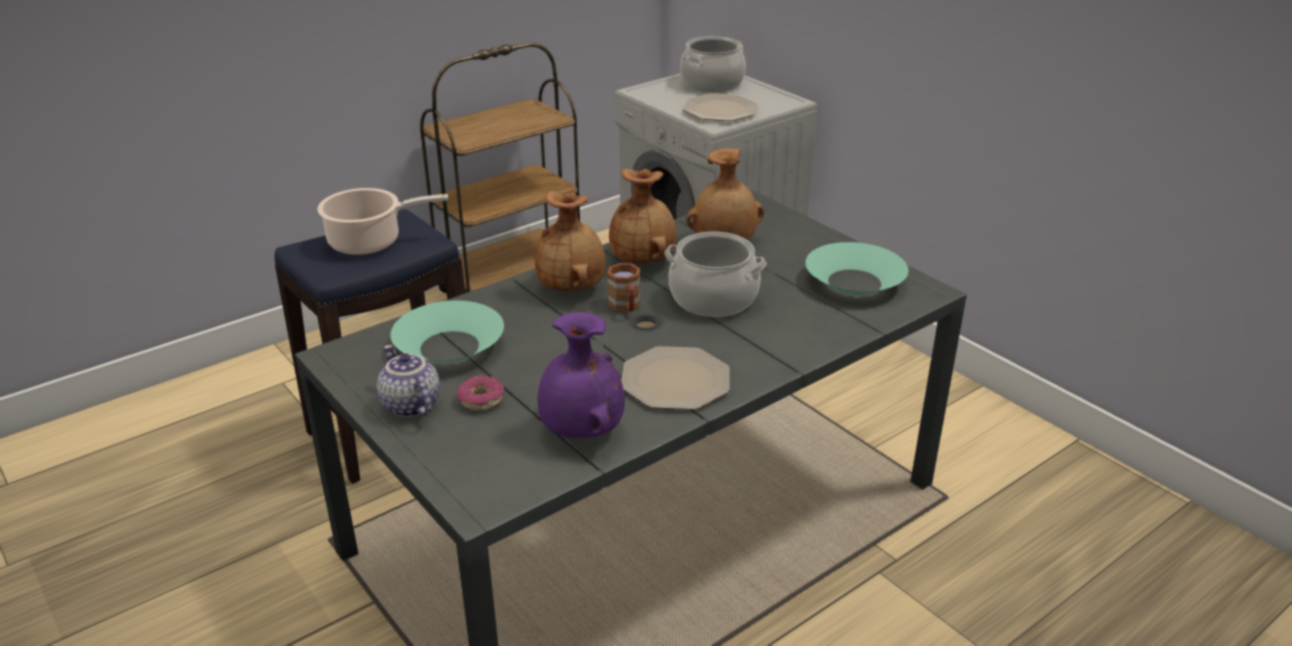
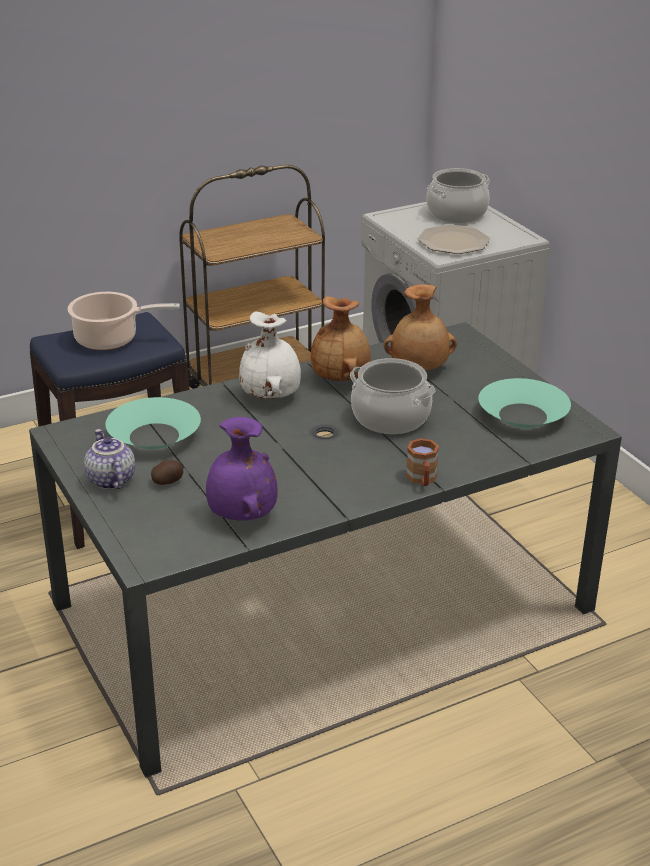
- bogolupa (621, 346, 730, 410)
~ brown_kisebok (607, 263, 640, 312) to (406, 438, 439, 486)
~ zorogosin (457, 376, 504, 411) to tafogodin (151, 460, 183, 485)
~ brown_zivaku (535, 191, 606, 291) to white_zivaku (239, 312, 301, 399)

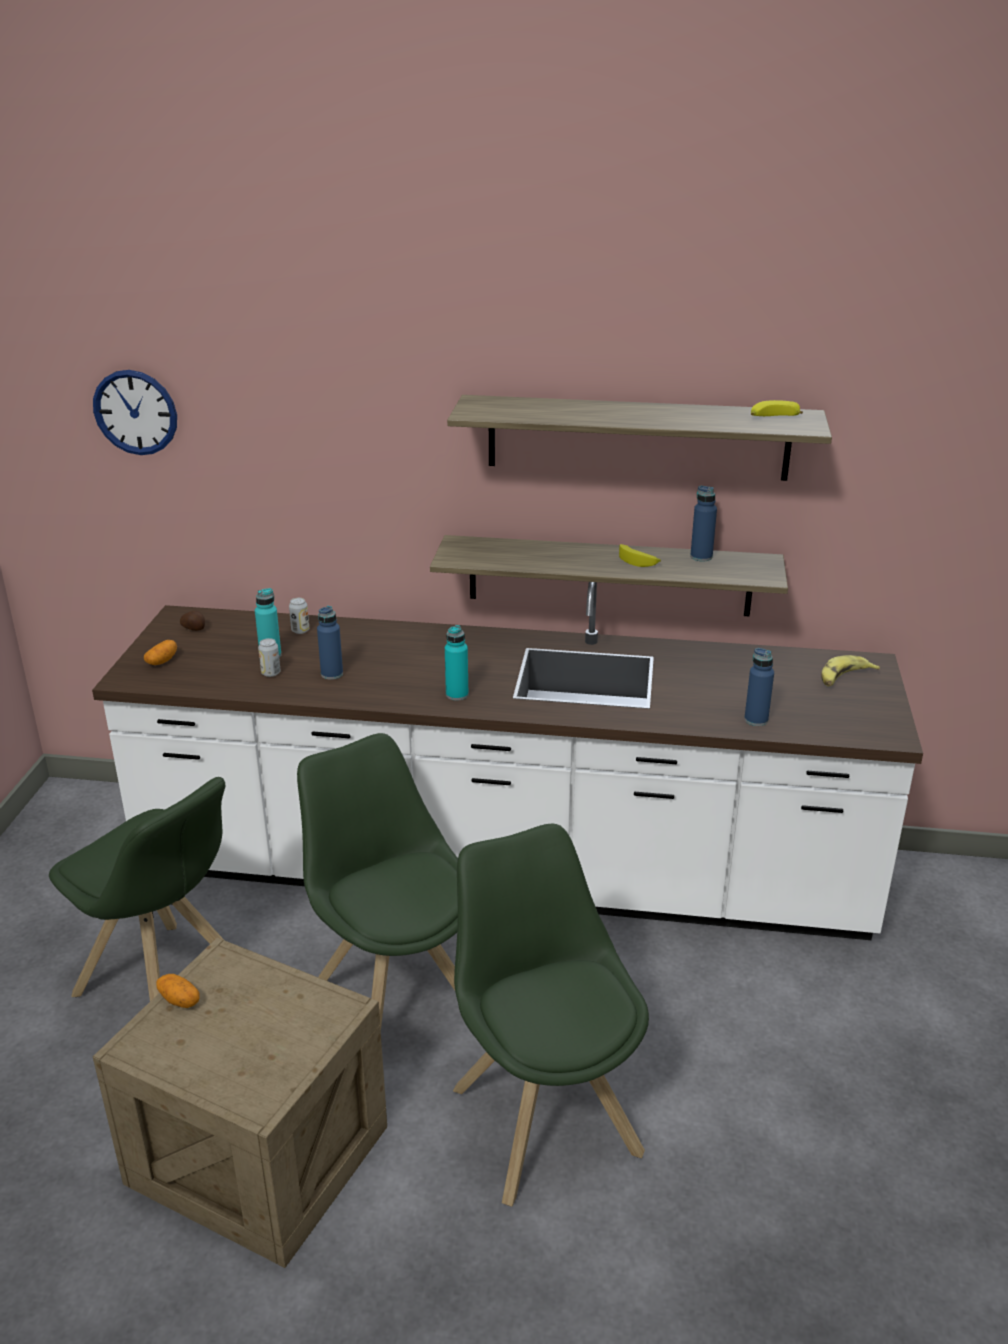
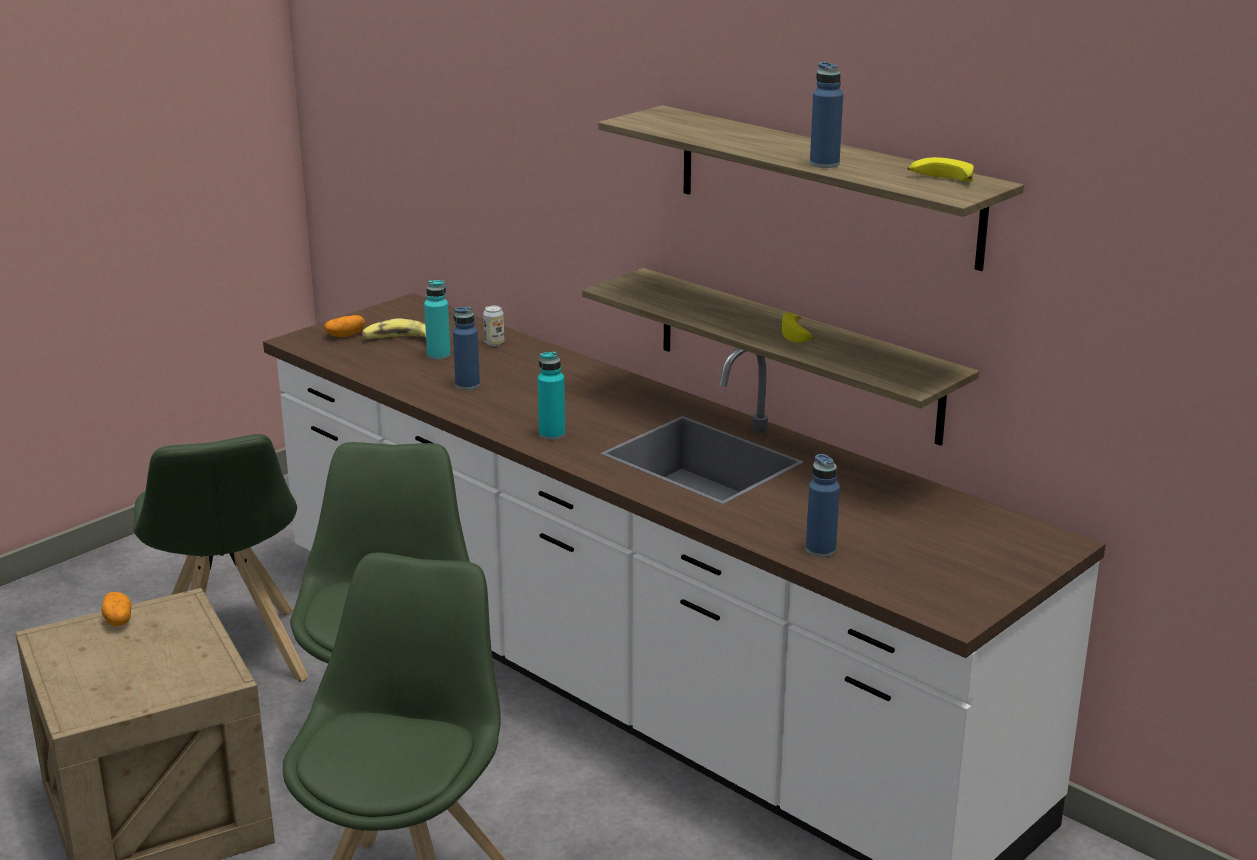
- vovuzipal (93, 370, 177, 455)
- tafogodin (180, 611, 205, 631)
- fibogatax (258, 638, 280, 677)
~ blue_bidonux (690, 486, 717, 561) to (810, 62, 843, 168)
~ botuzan (821, 655, 880, 686) to (362, 319, 426, 339)

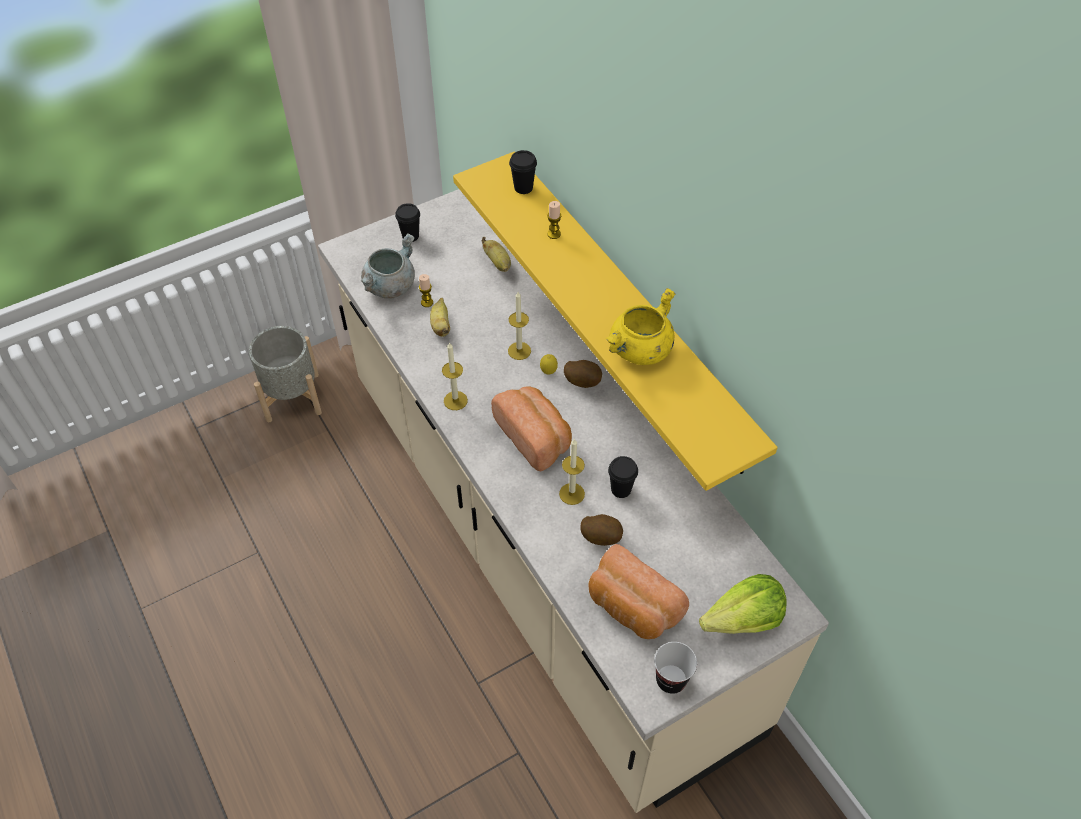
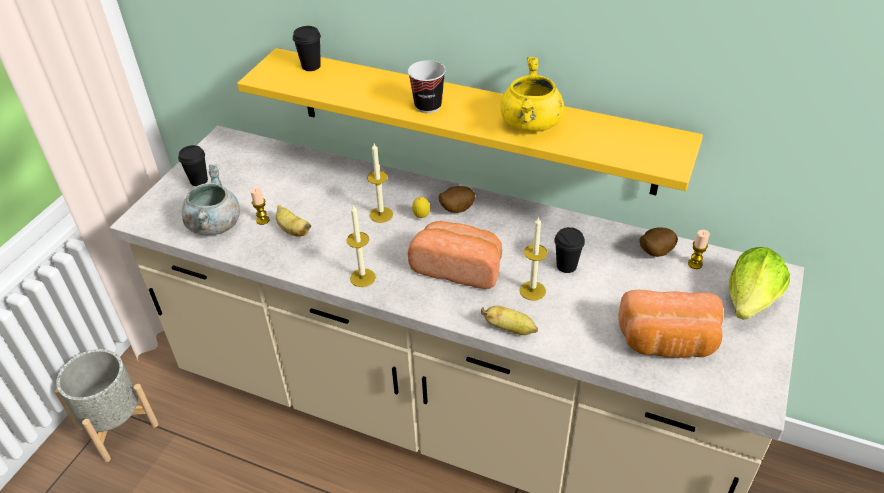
~ botuzan (482, 237, 511, 272) to (481, 306, 538, 335)
~ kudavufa (547, 201, 561, 239) to (688, 230, 710, 269)
~ tafogodin (580, 514, 623, 546) to (639, 227, 678, 257)
~ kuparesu (654, 642, 697, 694) to (408, 60, 446, 113)

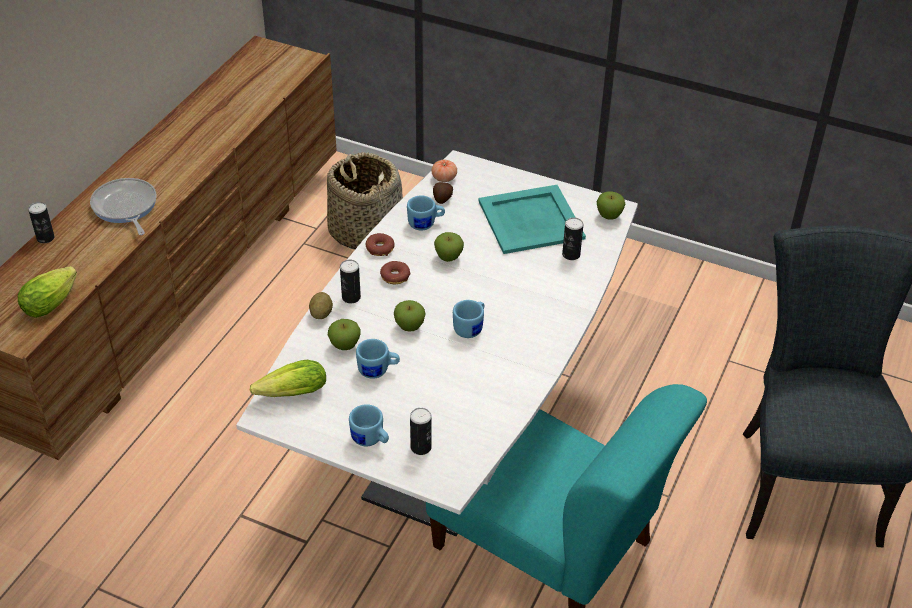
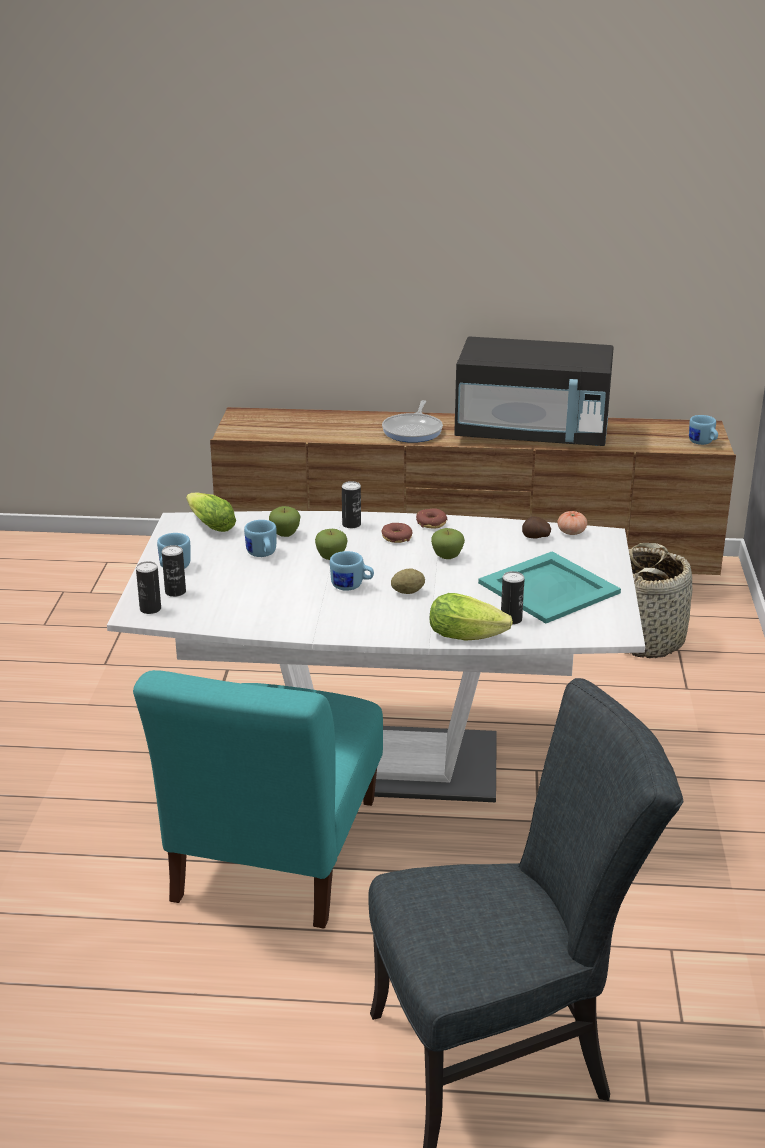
- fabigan (597, 192, 625, 220)
+ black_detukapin (454, 336, 614, 446)
~ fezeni (18, 266, 77, 318) to (430, 593, 513, 641)
~ fibogatax (28, 202, 55, 243) to (136, 561, 161, 614)
~ tafogodin (309, 292, 333, 319) to (391, 568, 425, 594)
~ blue_kisebok (407, 196, 445, 230) to (689, 415, 718, 445)
~ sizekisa (90, 178, 156, 235) = (382, 400, 443, 443) 150 degrees clockwise

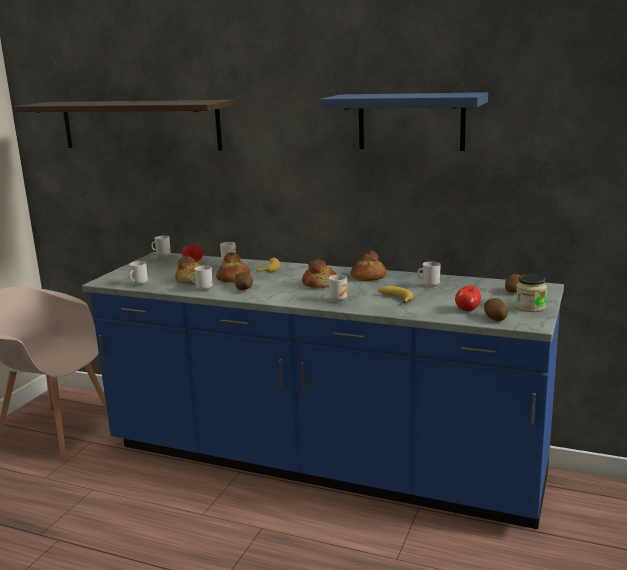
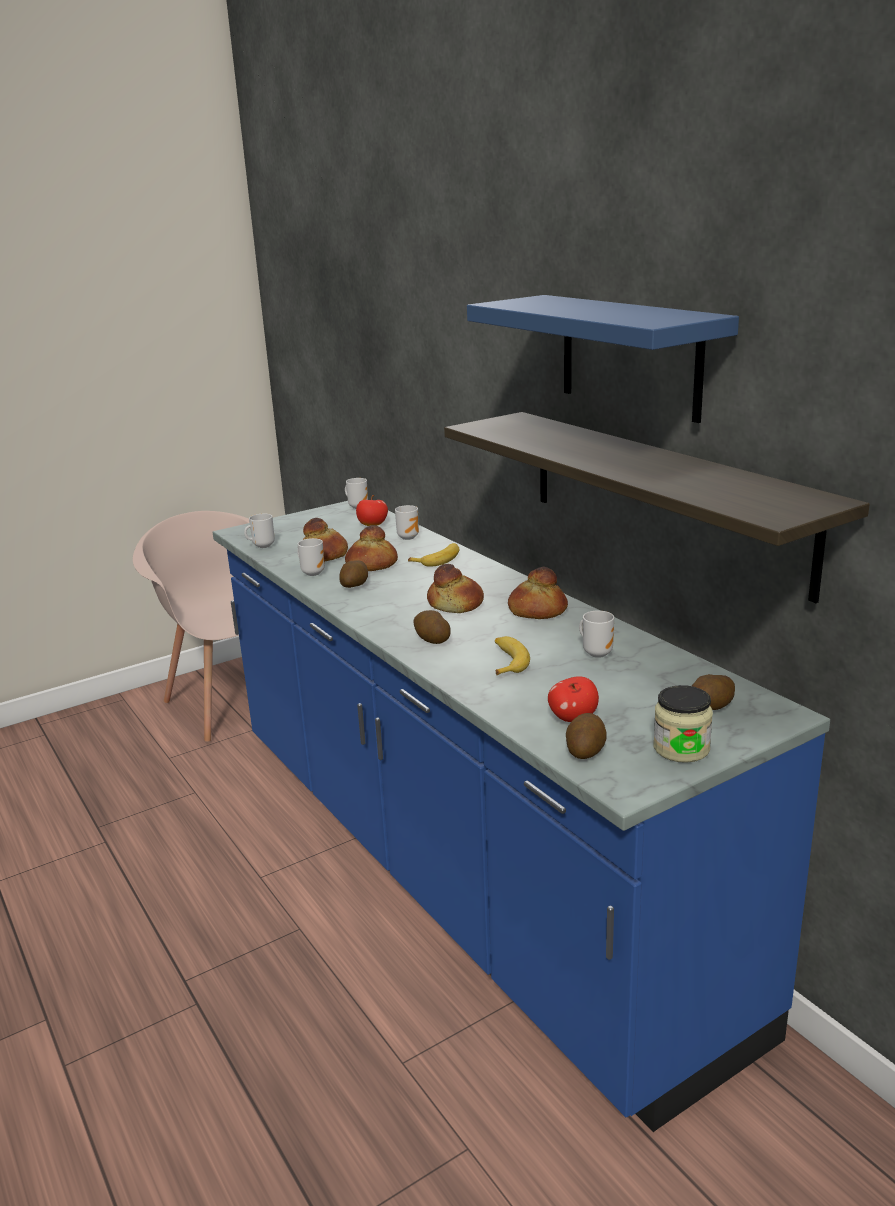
~ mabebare (13, 100, 235, 151) to (444, 412, 870, 603)
~ kisebok (329, 275, 347, 302) to tafogodin (413, 610, 451, 644)

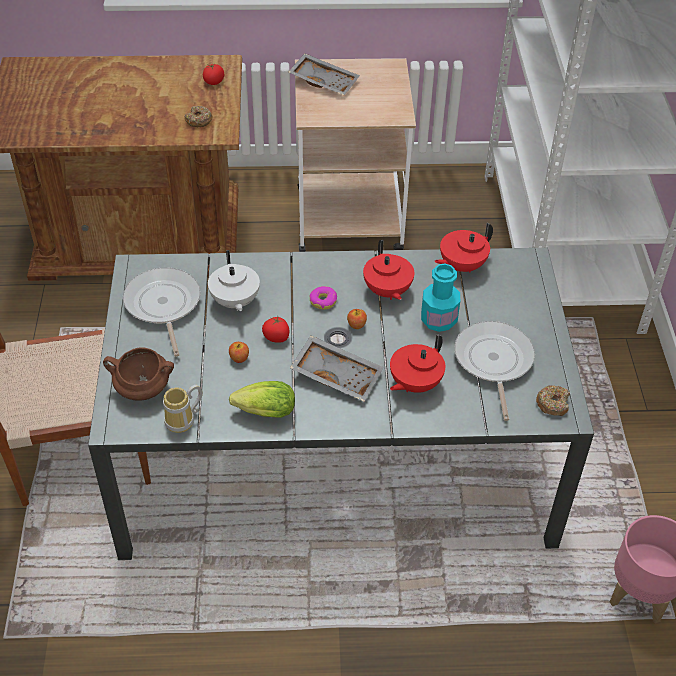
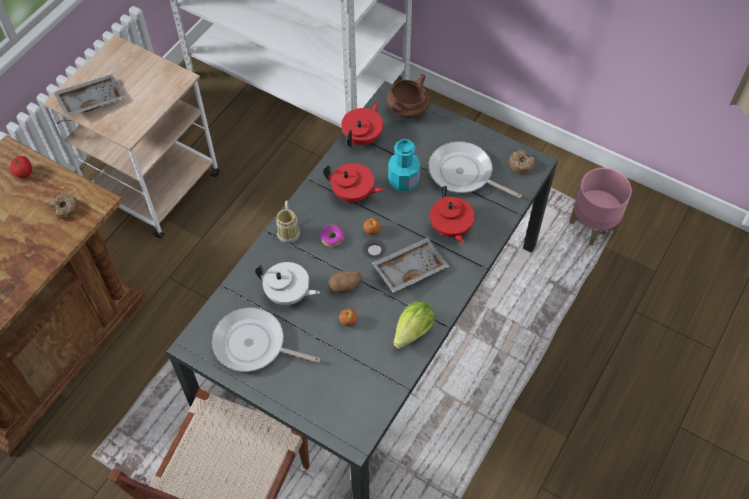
~ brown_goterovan (103, 347, 174, 401) to (387, 74, 430, 118)
~ kisebok (163, 385, 203, 433) to (276, 201, 300, 243)
~ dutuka (262, 316, 289, 343) to tafogodin (329, 271, 362, 294)
~ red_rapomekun (434, 223, 493, 272) = (341, 102, 383, 147) 150 degrees counterclockwise

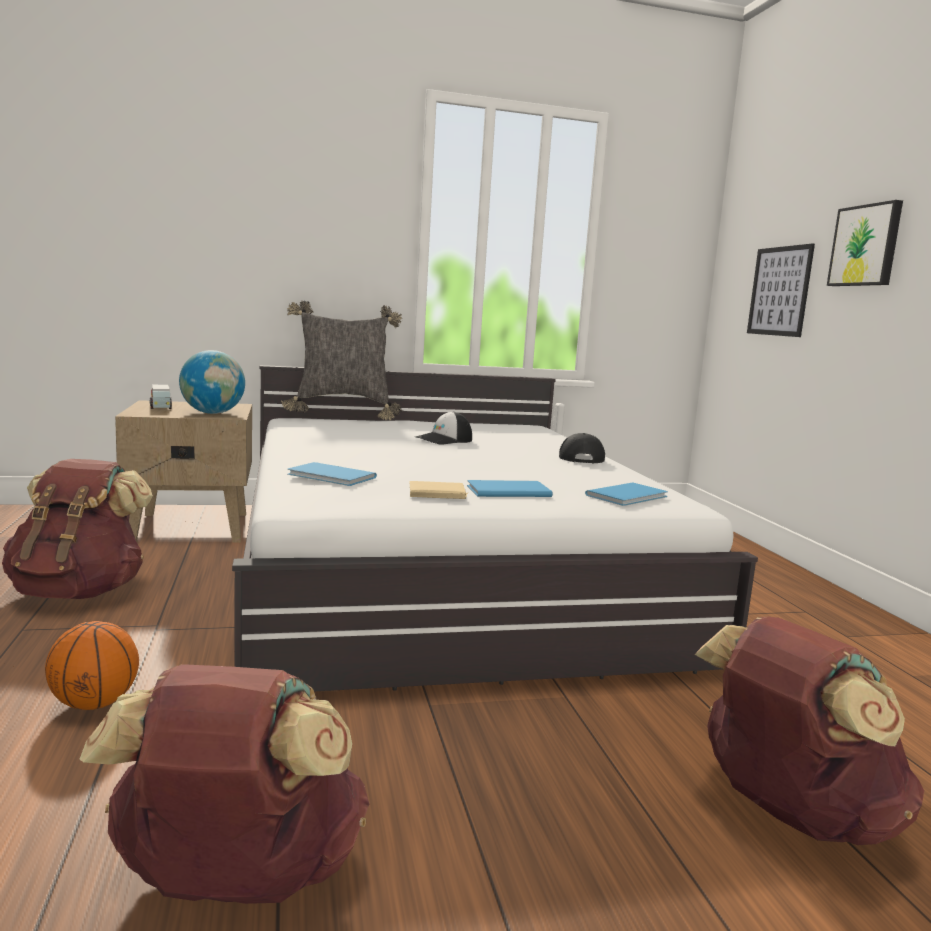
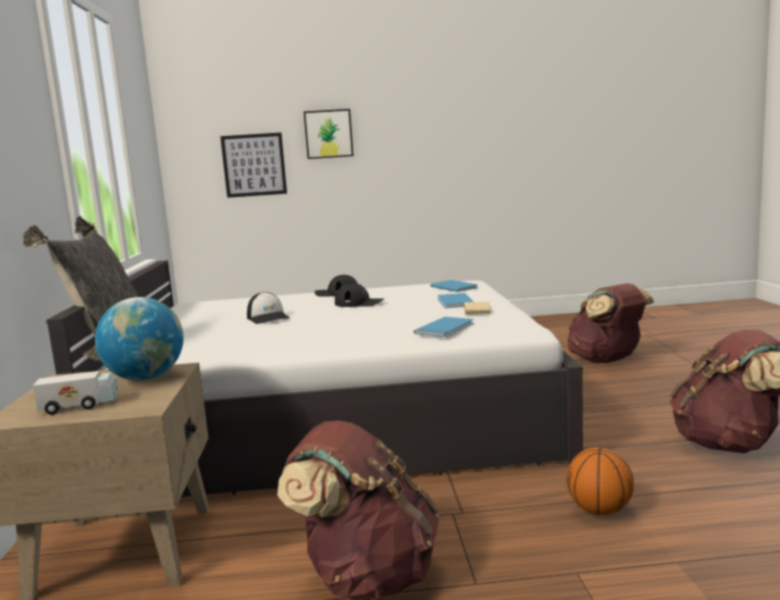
+ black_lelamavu (335, 283, 384, 307)

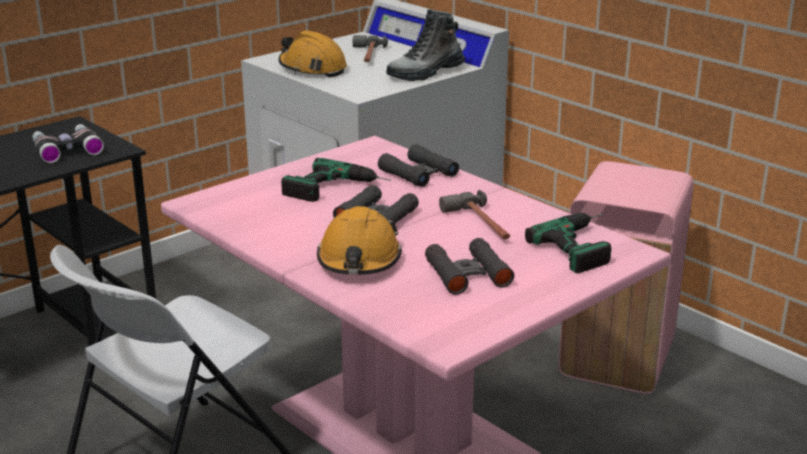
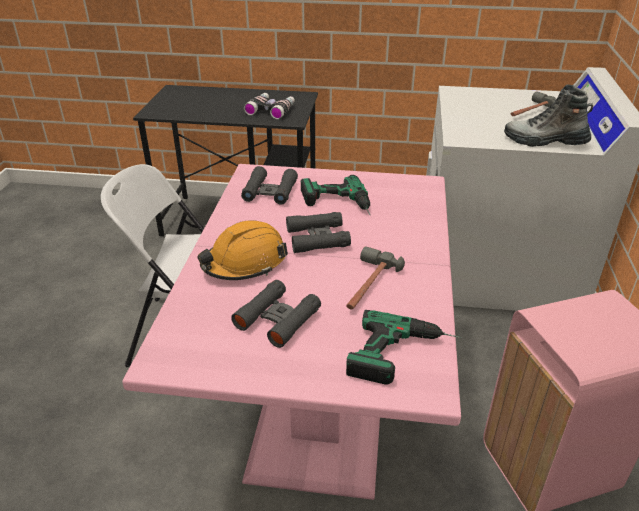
- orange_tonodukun (279, 30, 347, 77)
~ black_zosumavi (378, 144, 459, 187) to (241, 166, 298, 205)

